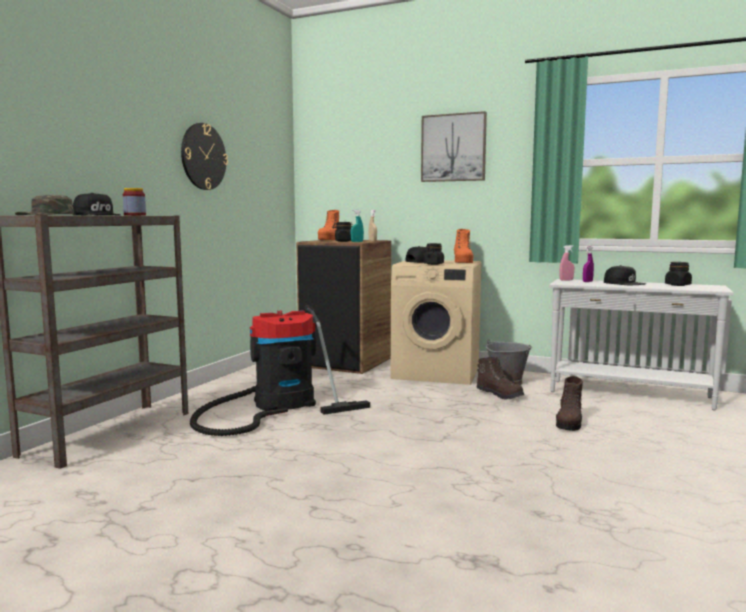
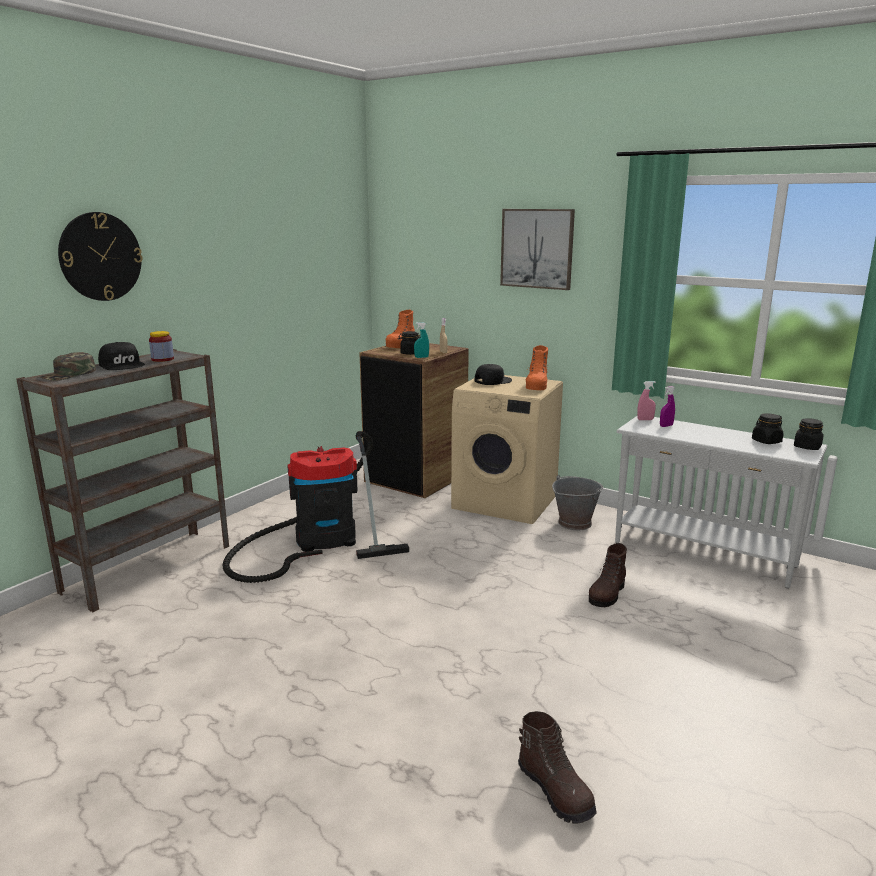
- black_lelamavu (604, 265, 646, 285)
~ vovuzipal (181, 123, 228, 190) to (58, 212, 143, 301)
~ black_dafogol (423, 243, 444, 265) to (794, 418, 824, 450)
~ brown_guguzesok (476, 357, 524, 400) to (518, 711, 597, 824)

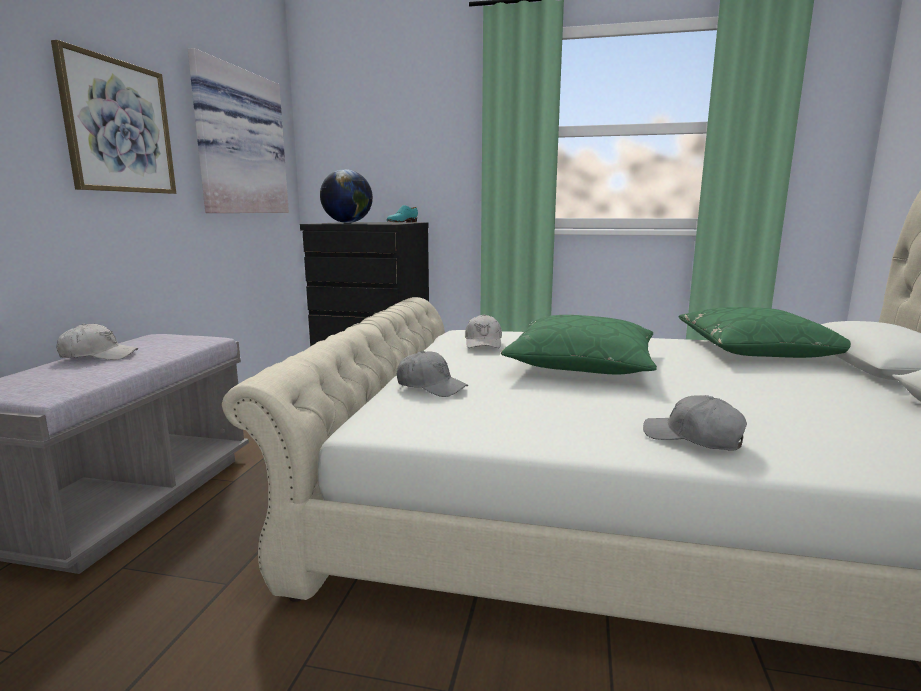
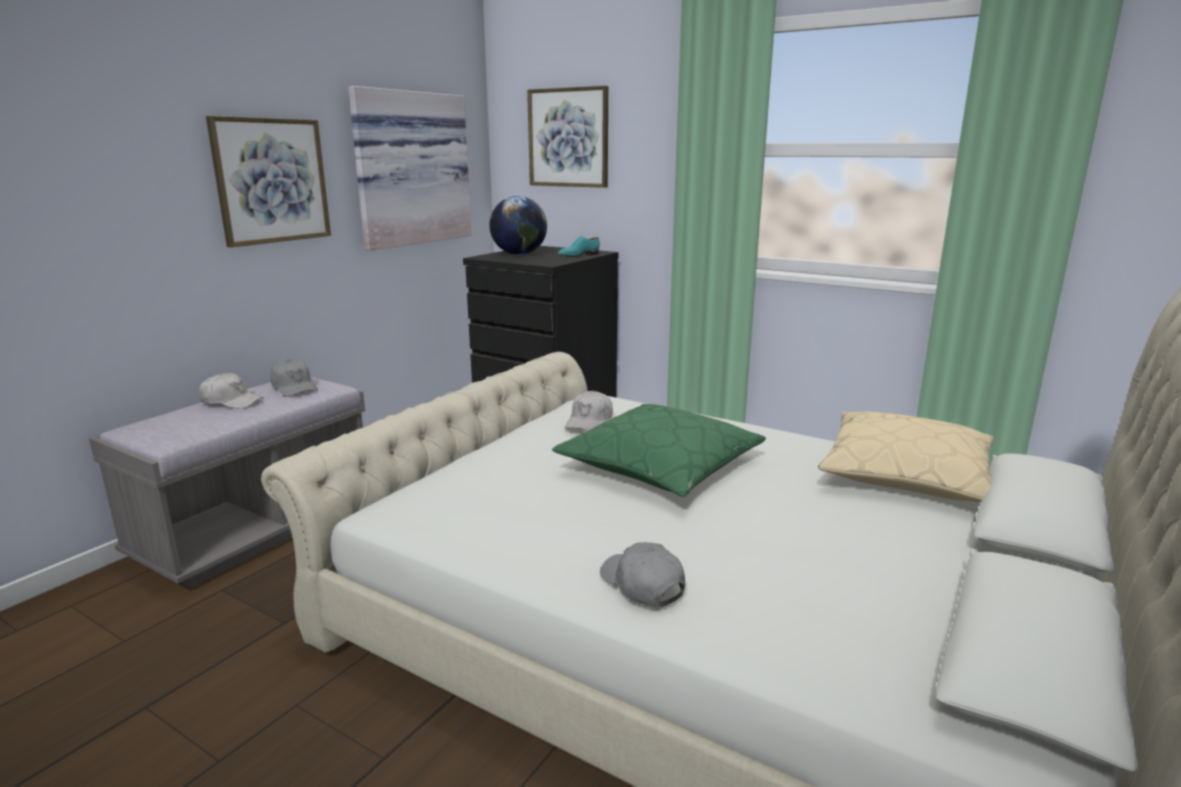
+ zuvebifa (527, 86, 608, 188)
~ grey_lelamavu (397, 351, 468, 397) to (271, 360, 318, 397)
~ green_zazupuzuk (679, 307, 851, 358) to beige_zazupuzuk (818, 411, 994, 502)

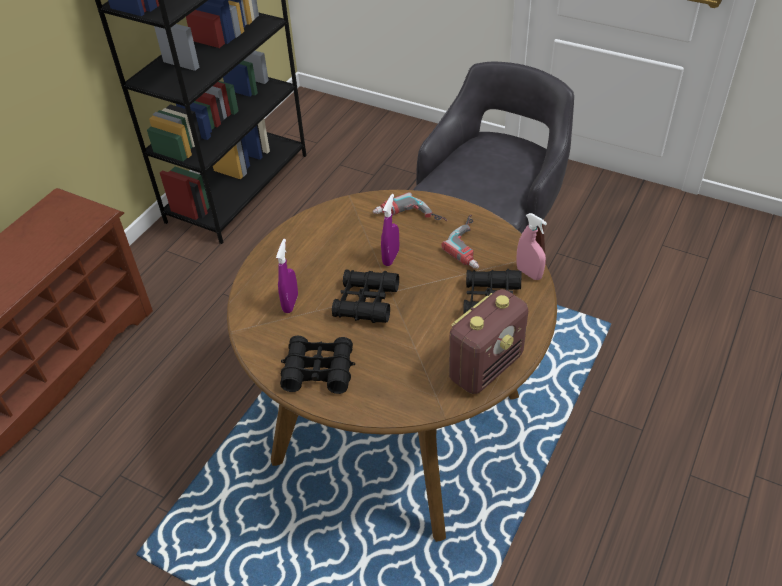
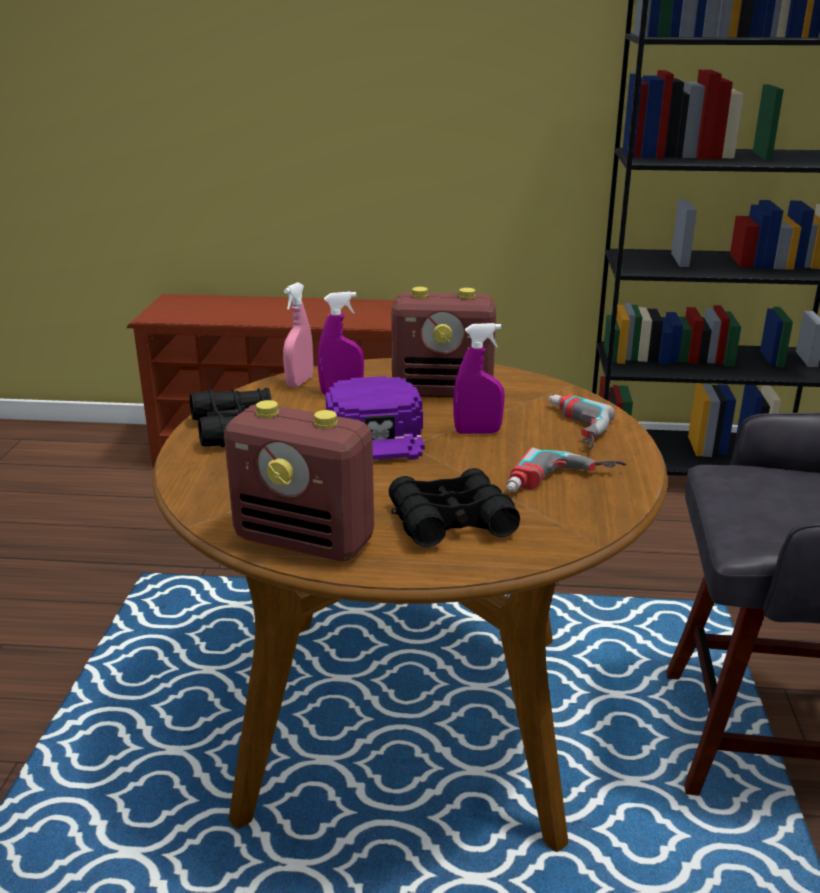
+ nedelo (391, 287, 496, 397)
~ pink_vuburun (516, 213, 547, 280) to (283, 282, 313, 387)
~ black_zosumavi (332, 270, 399, 323) to purple_lelamavu (326, 376, 425, 460)

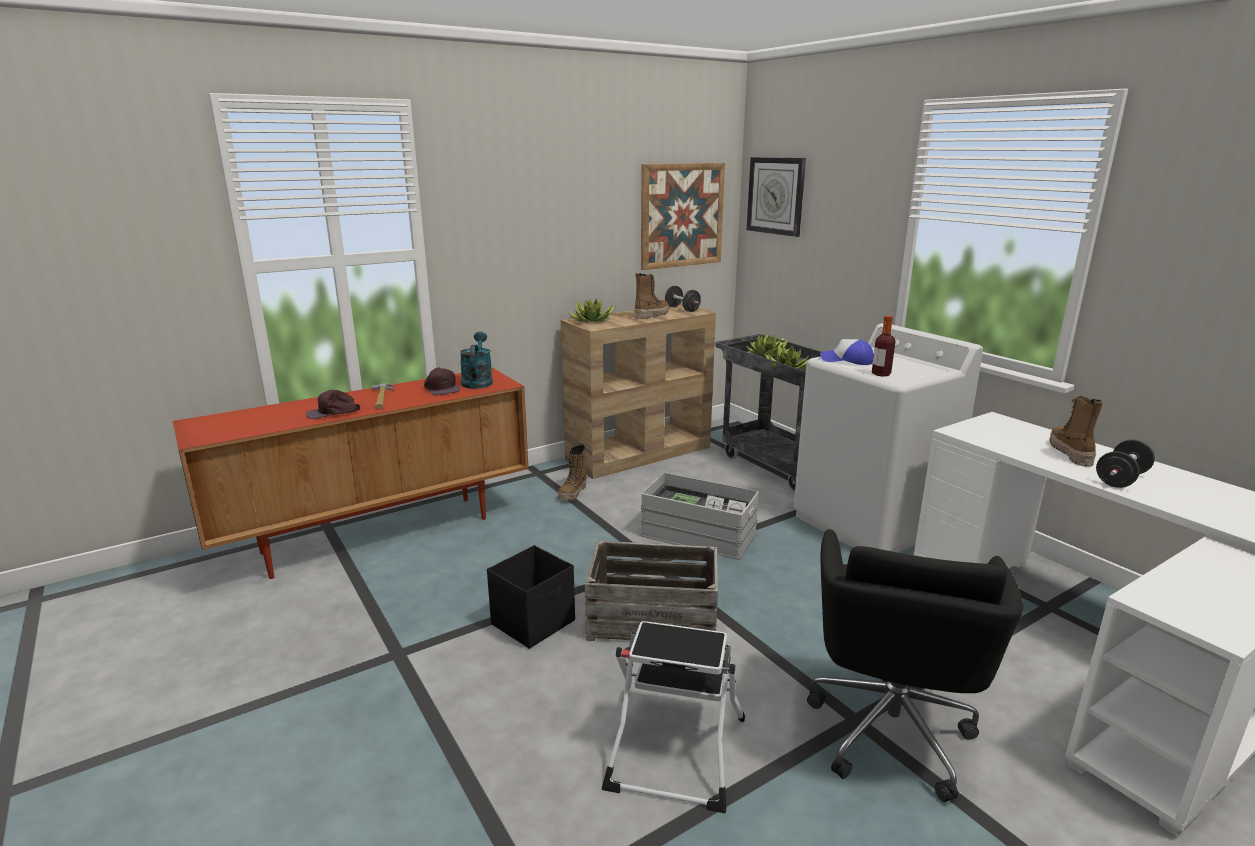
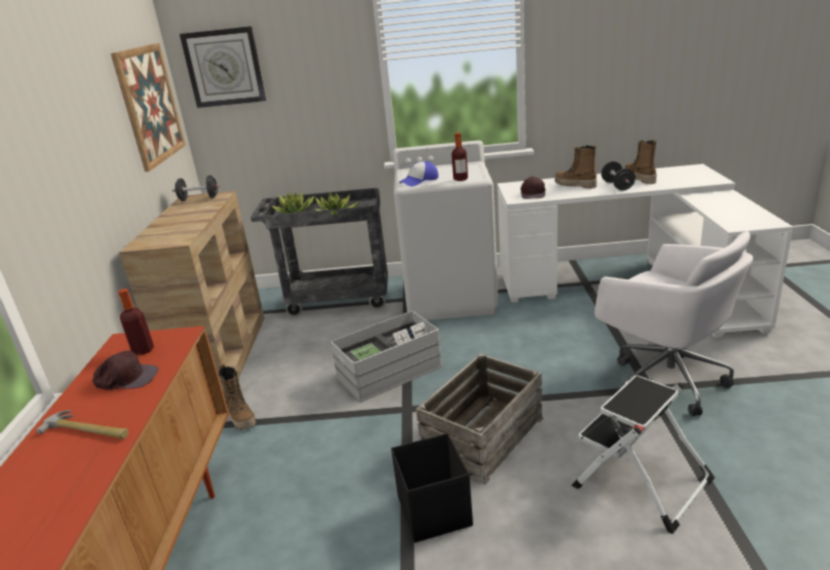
- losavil (568, 298, 615, 323)
~ brown_lelamavu (306, 390, 360, 419) to (520, 176, 546, 199)
~ guguzesok (635, 273, 668, 319) to (625, 140, 657, 184)
~ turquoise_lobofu (460, 332, 493, 389) to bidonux (118, 289, 154, 355)
~ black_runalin (807, 529, 1023, 802) to white_runalin (595, 231, 753, 416)

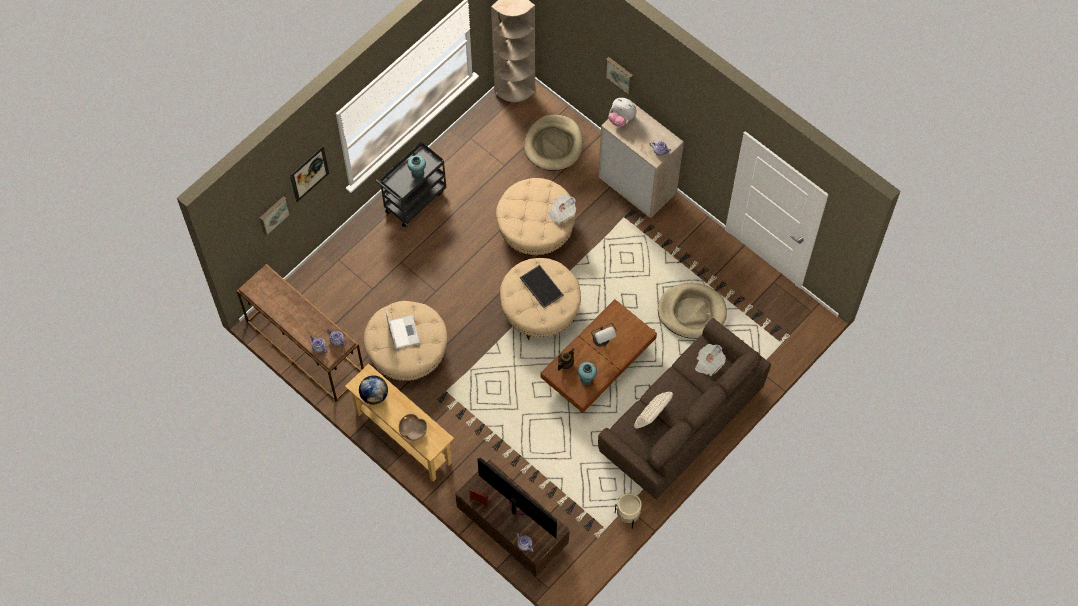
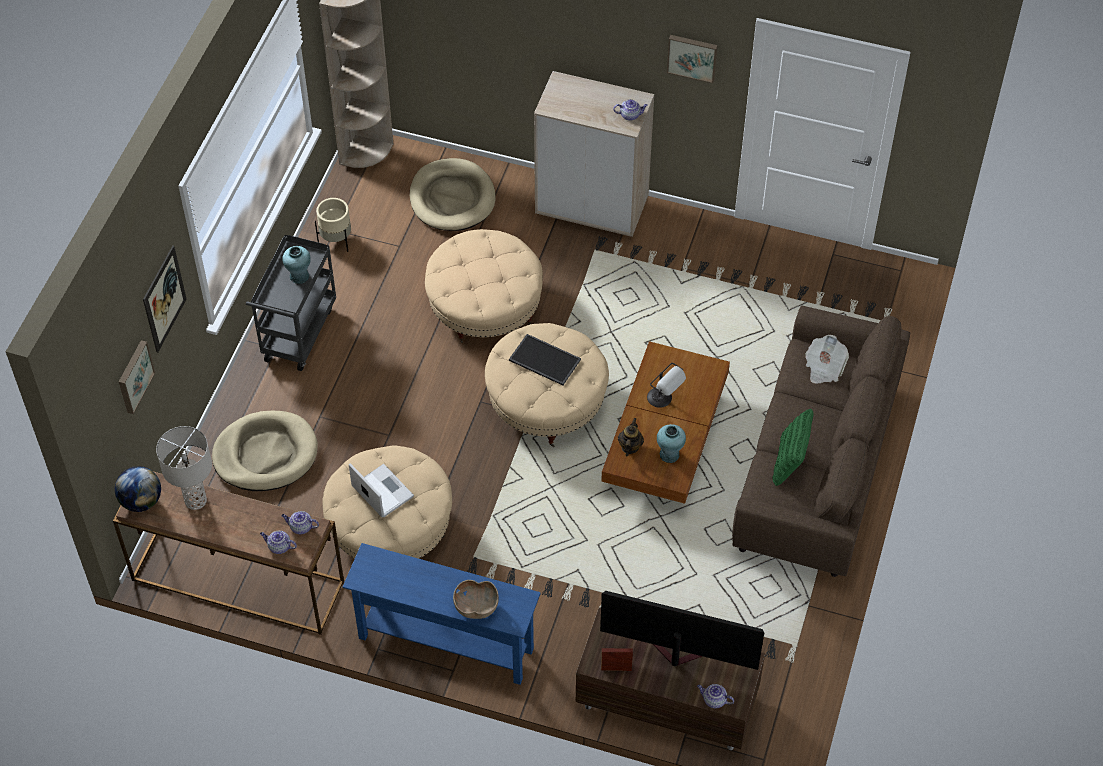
- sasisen (547, 194, 576, 224)
- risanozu (608, 98, 636, 127)
+ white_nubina (156, 426, 212, 510)
~ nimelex (359, 375, 388, 405) to (115, 466, 161, 512)
~ zuvebifa (605, 57, 633, 95) to (667, 35, 718, 84)
~ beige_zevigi (615, 493, 642, 529) to (315, 198, 351, 252)
~ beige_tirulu (658, 283, 727, 339) to (212, 411, 318, 491)
~ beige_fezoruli (345, 364, 454, 481) to blue_fezoruli (343, 543, 541, 685)
~ beige_zazupuzuk (634, 392, 673, 428) to green_zazupuzuk (772, 409, 813, 486)

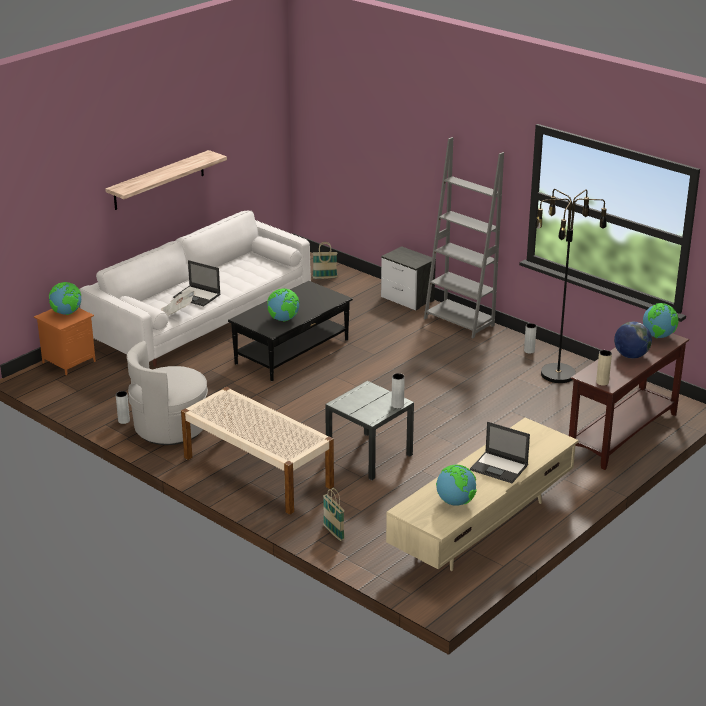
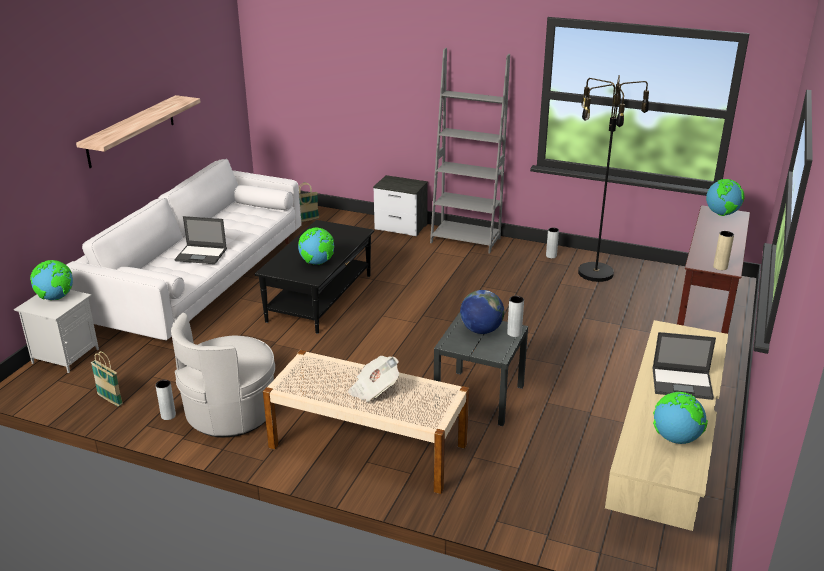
~ sasisen (161, 290, 196, 316) to (348, 356, 399, 402)
~ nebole (323, 488, 344, 541) to (91, 351, 123, 407)
~ nimelex (614, 322, 652, 358) to (460, 290, 504, 334)
~ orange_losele (34, 308, 96, 375) to grey_losele (14, 290, 99, 373)

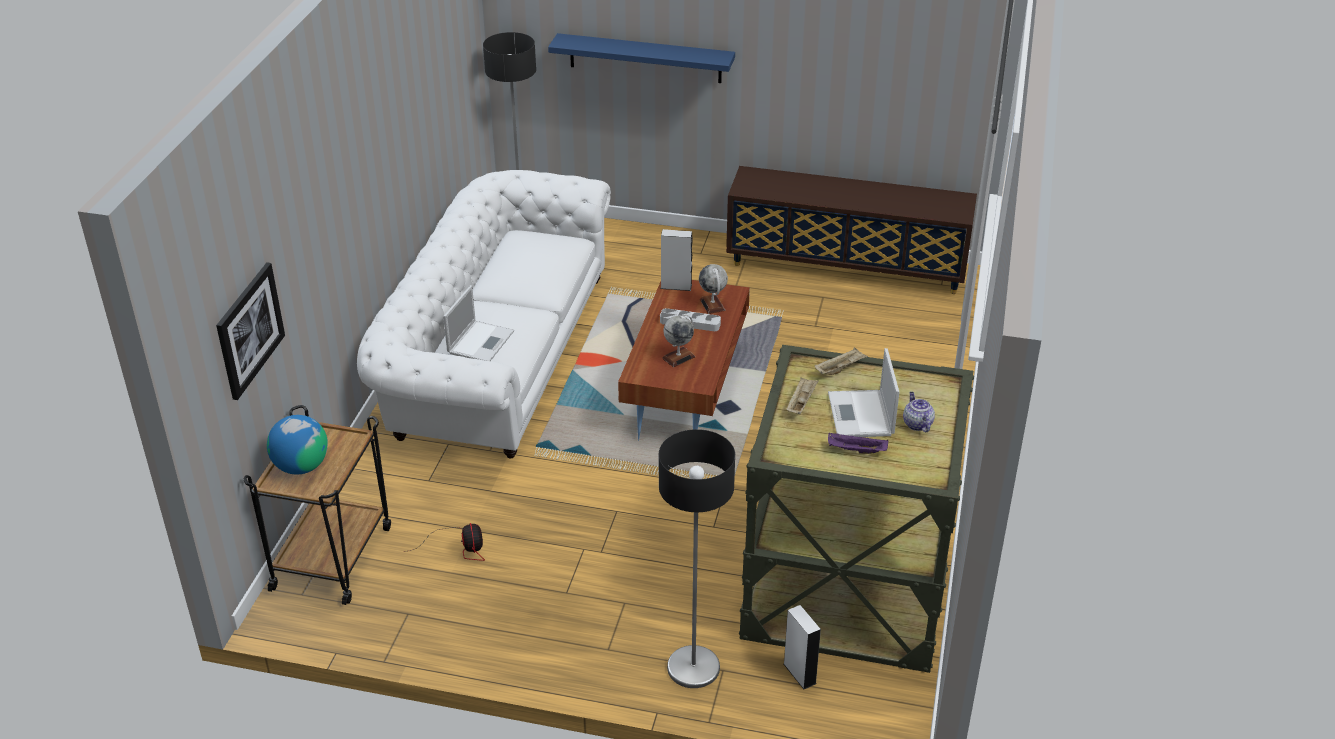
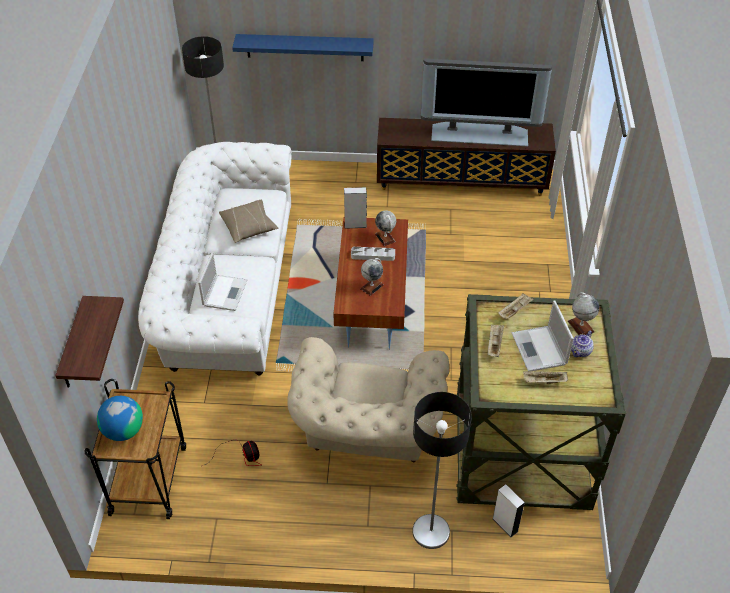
+ beige_zazupuzuk (219, 199, 278, 243)
+ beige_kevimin (287, 337, 449, 462)
+ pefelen (421, 58, 552, 146)
+ nimelex (568, 292, 599, 335)
~ zuvebifa (216, 262, 285, 400) to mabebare (55, 296, 124, 388)
~ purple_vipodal (828, 432, 888, 454) to beige_vipodal (523, 371, 568, 384)
~ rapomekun (903, 392, 935, 432) = (571, 331, 594, 357) 120 degrees counterclockwise

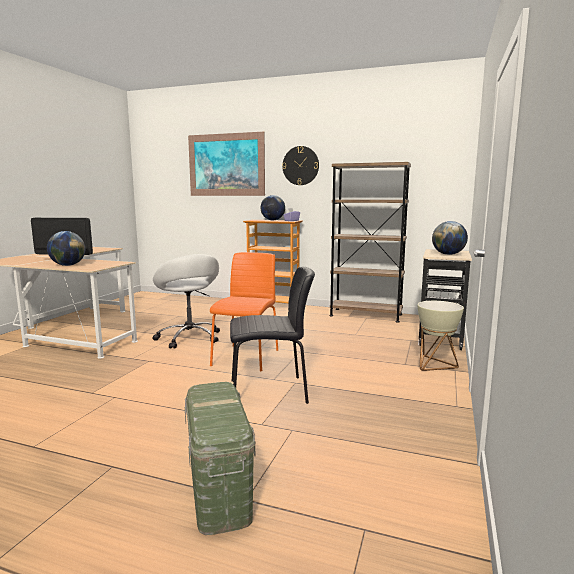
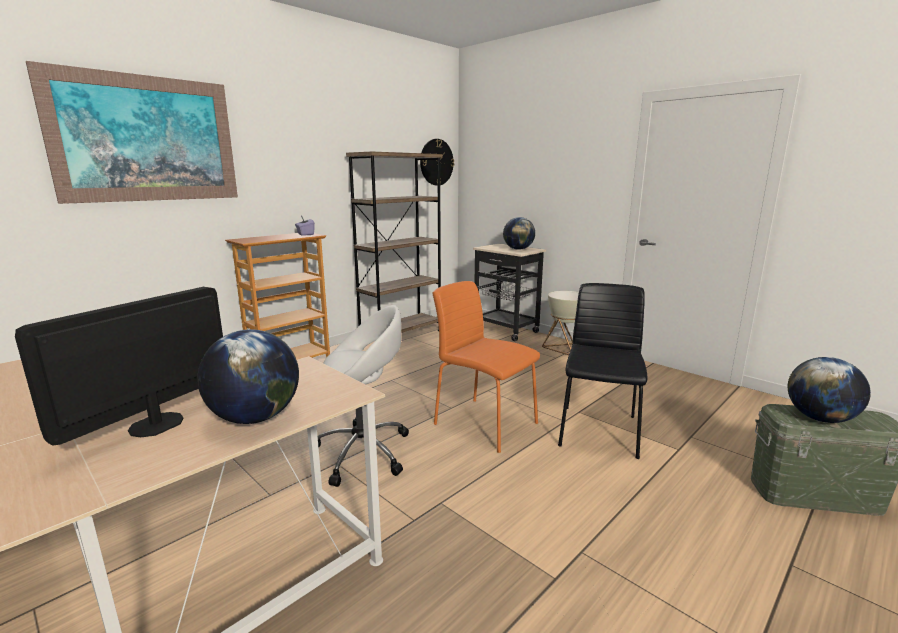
~ nimelex (261, 195, 285, 220) to (788, 357, 871, 423)
~ vovuzipal (282, 146, 319, 185) to (420, 139, 454, 186)

